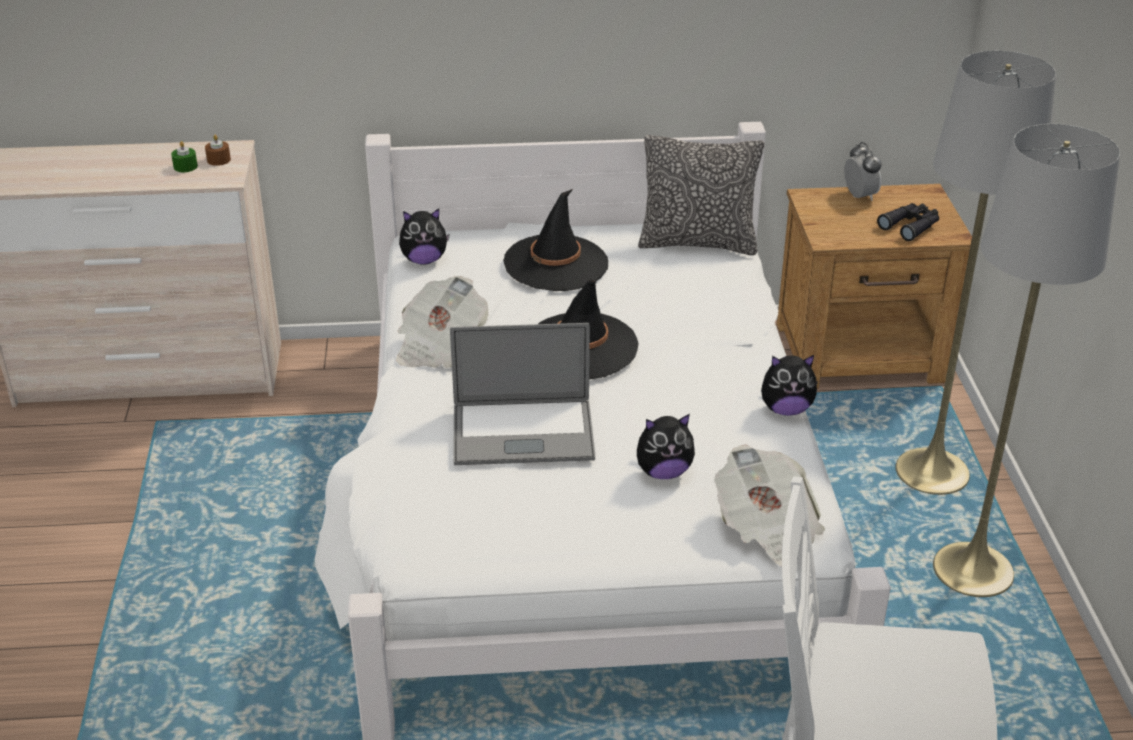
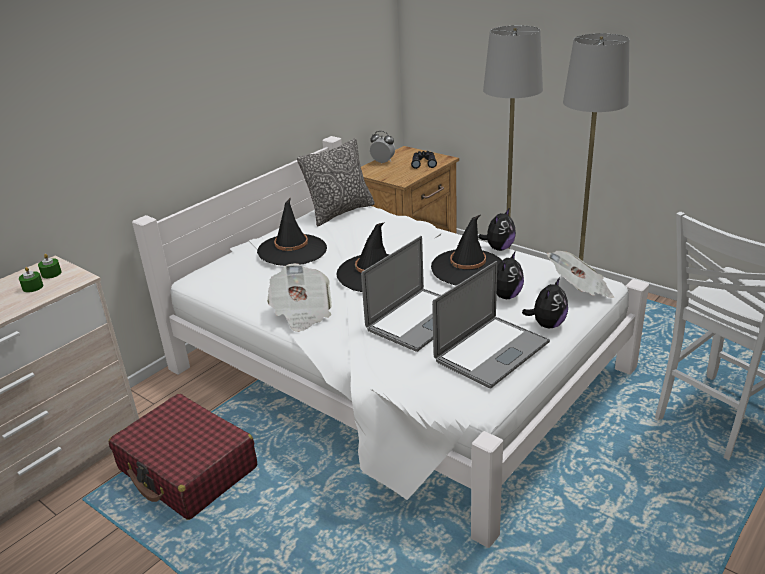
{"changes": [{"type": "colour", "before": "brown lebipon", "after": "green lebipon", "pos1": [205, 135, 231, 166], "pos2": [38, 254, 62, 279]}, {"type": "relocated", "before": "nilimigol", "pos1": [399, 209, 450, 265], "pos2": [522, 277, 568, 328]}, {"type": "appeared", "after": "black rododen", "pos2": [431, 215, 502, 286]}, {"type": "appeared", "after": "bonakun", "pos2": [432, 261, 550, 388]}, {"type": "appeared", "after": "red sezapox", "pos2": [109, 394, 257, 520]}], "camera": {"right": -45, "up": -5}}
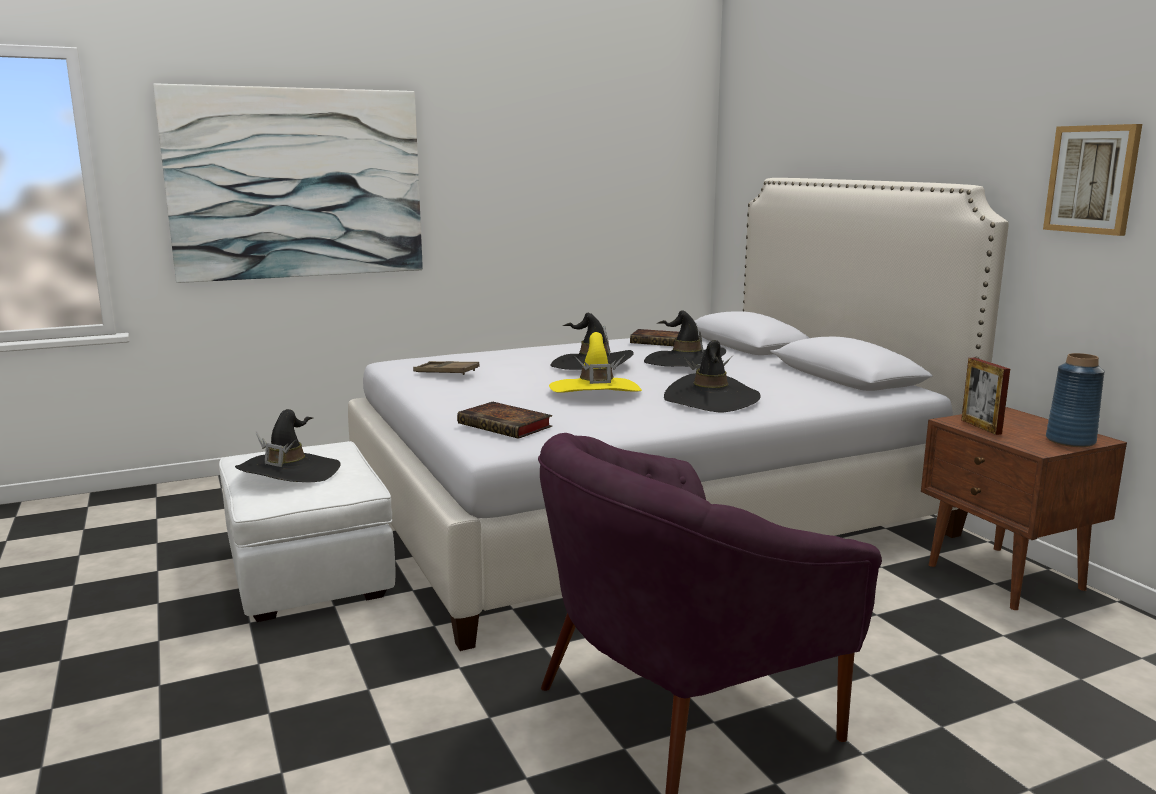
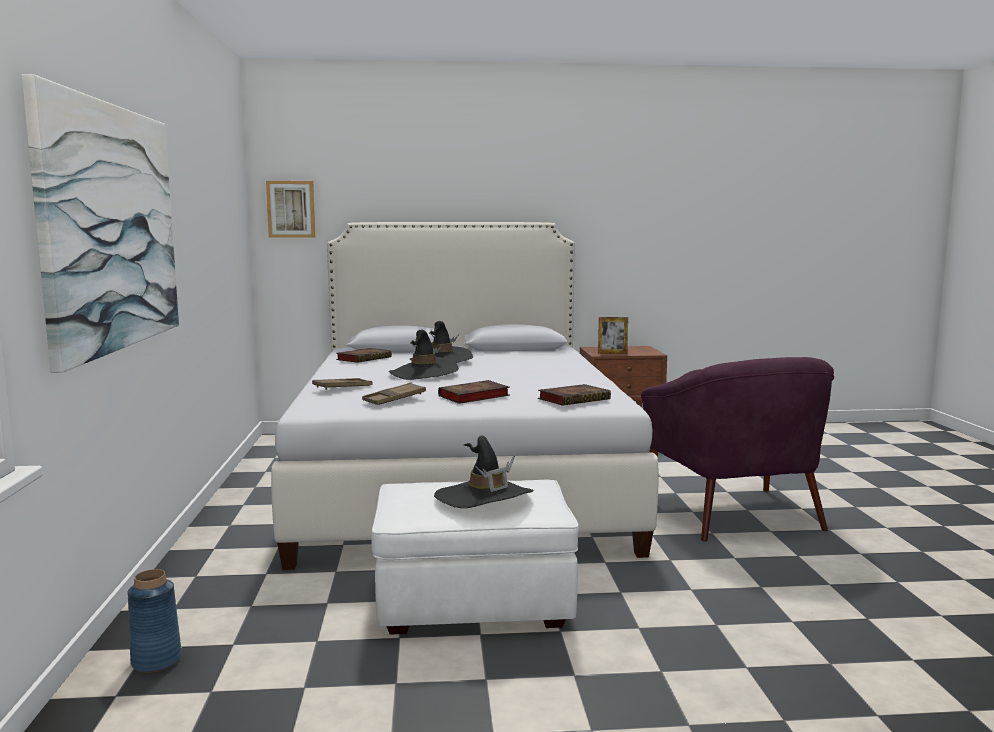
{"changes": [{"type": "relocated", "before": "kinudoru", "pos1": [1043, 124, 1142, 236], "pos2": [266, 181, 315, 238]}, {"type": "missing", "before": "yellow rododen", "pos1": [549, 332, 642, 393]}, {"type": "missing", "before": "black rododen", "pos1": [664, 340, 761, 413]}, {"type": "relocated", "before": "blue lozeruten", "pos1": [1046, 353, 1105, 447], "pos2": [127, 569, 182, 673]}, {"type": "appeared", "after": "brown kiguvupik", "pos2": [312, 378, 373, 390]}, {"type": "appeared", "after": "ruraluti", "pos2": [438, 380, 510, 404]}], "camera": {"right": -70, "up": -5}}
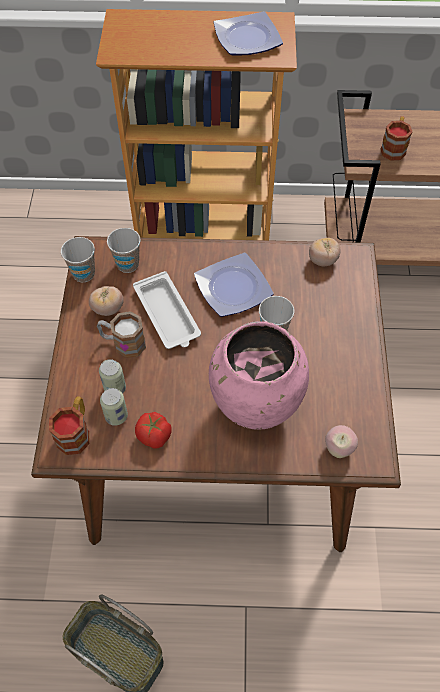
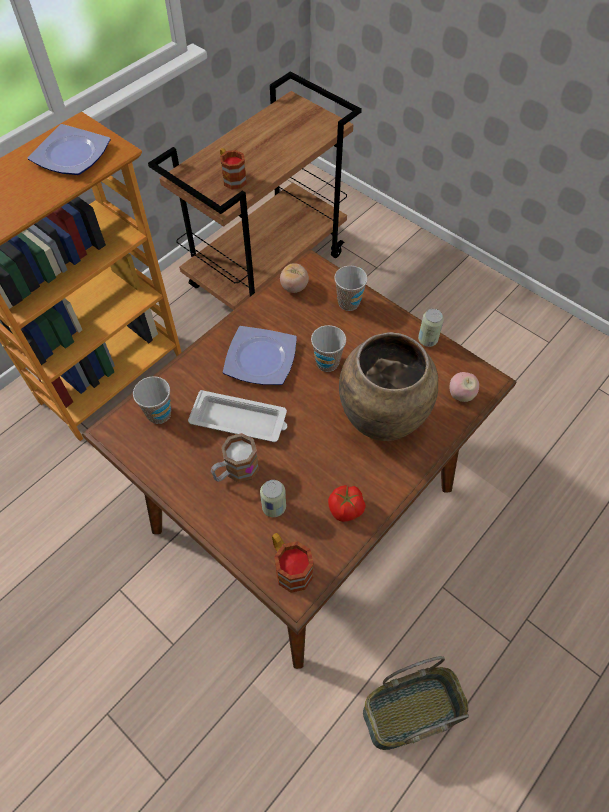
{"changes": [{"type": "relocated", "before": "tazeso", "pos1": [61, 237, 95, 282], "pos2": [334, 266, 368, 311]}, {"type": "missing", "before": "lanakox", "pos1": [89, 286, 124, 316]}, {"type": "colour", "before": "pink lozeruten", "after": "brown lozeruten", "pos1": [209, 321, 309, 430], "pos2": [339, 332, 438, 441]}, {"type": "relocated", "before": "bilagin", "pos1": [100, 388, 128, 426], "pos2": [418, 309, 444, 347]}], "camera": {"right": -50, "up": 0}}
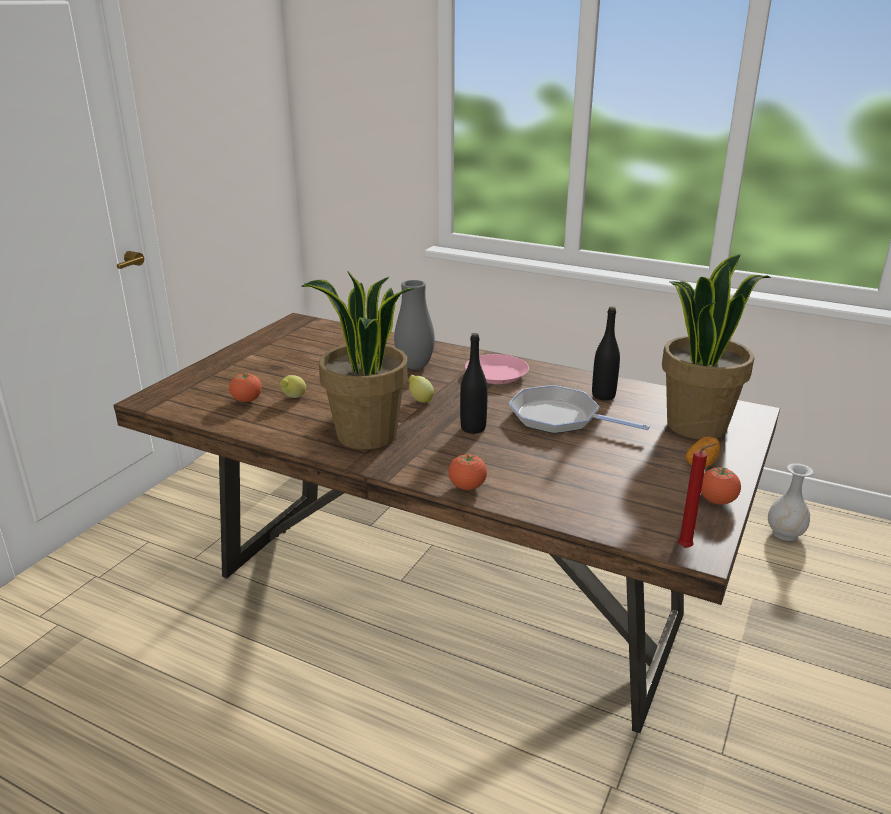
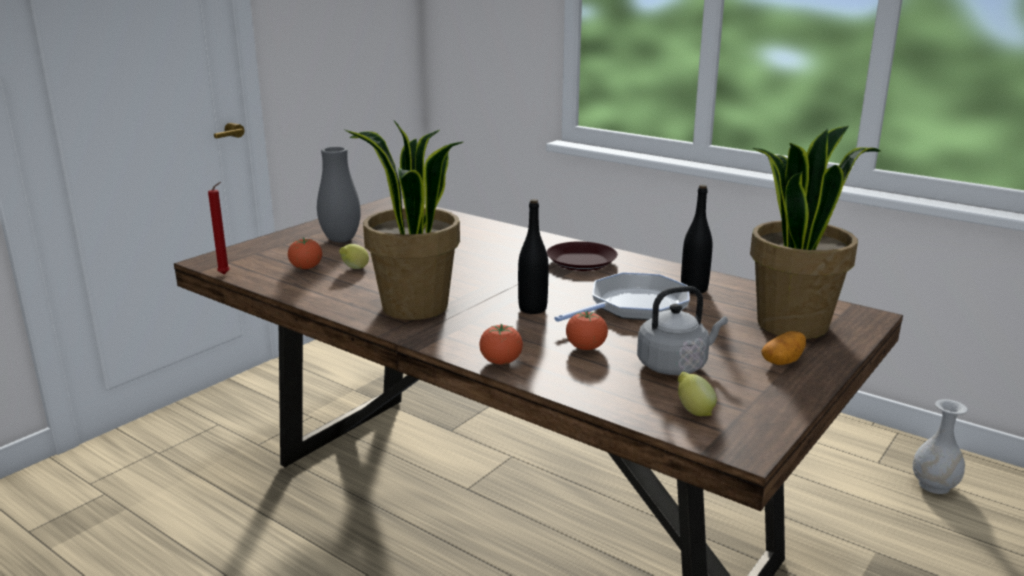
{"changes": [{"type": "relocated", "before": "grey lozeruten", "pos1": [394, 280, 435, 370], "pos2": [317, 147, 361, 242]}, {"type": "colour", "before": "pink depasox", "after": "brown depasox", "pos1": [465, 354, 529, 384], "pos2": [547, 241, 618, 271]}, {"type": "relocated", "before": "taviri", "pos1": [409, 375, 434, 403], "pos2": [678, 372, 717, 416]}, {"type": "spun", "before": "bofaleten", "pos1": [509, 385, 650, 434], "pos2": [554, 272, 690, 322], "turn": 105}, {"type": "relocated", "before": "red lebipon", "pos1": [678, 444, 716, 548], "pos2": [208, 182, 230, 274]}, {"type": "relocated", "before": "lanakox", "pos1": [701, 467, 741, 505], "pos2": [566, 311, 608, 350]}, {"type": "appeared", "after": "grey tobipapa", "pos2": [637, 286, 728, 375]}], "camera": {"right": 10, "up": -5}}
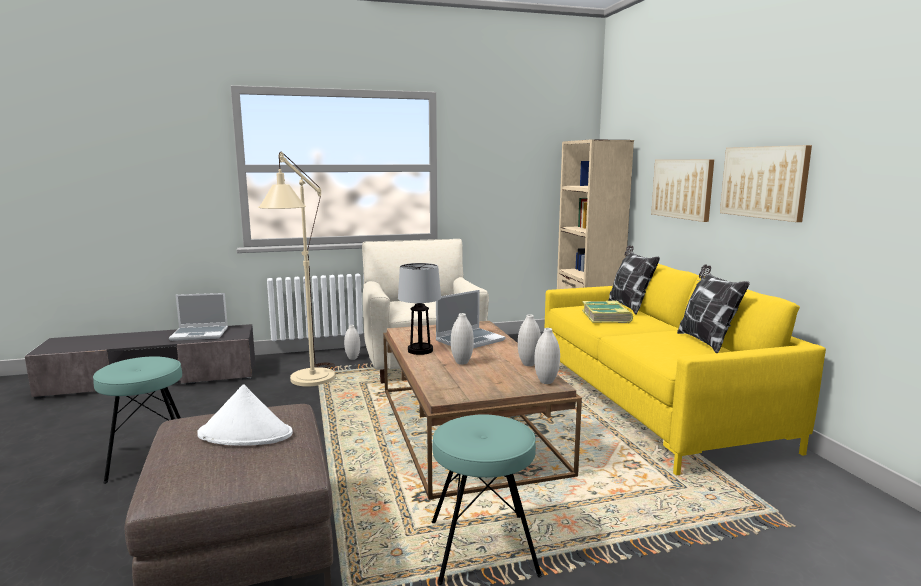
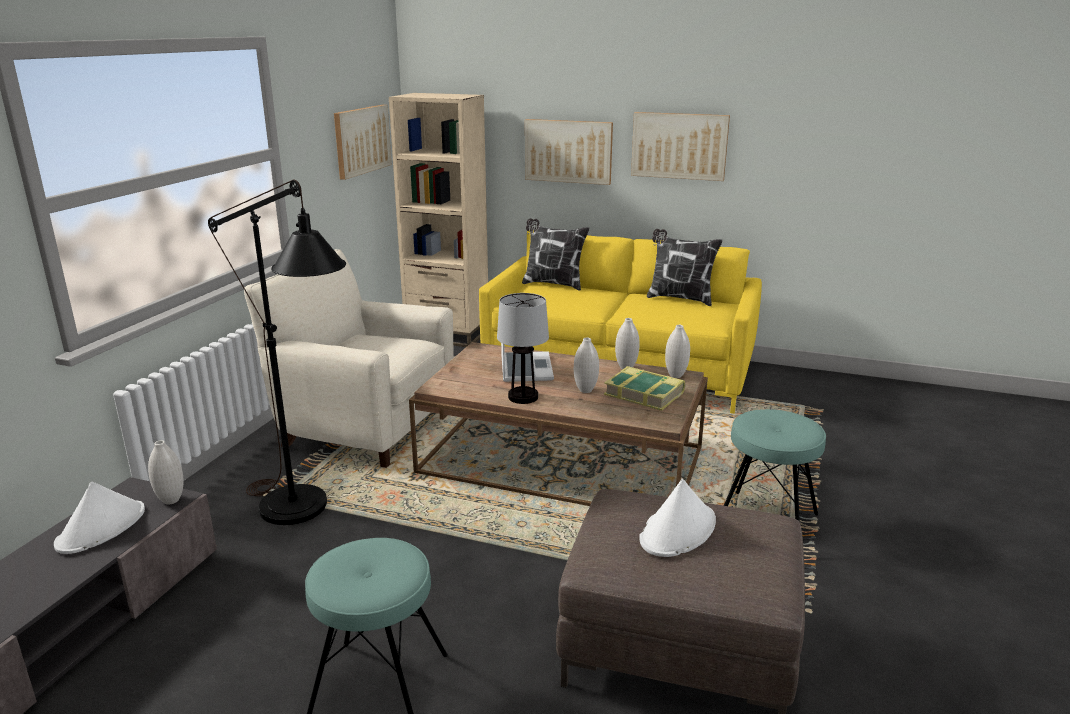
{"changes": [{"type": "colour", "before": "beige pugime", "after": "black pugime", "pos1": [258, 152, 335, 387], "pos2": [208, 180, 346, 525]}, {"type": "exchanged", "before": "bonakun", "after": "white rododen", "pos1": [169, 293, 228, 341], "pos2": [54, 482, 145, 554]}, {"type": "relocated", "before": "ruraluti", "pos1": [582, 301, 633, 323], "pos2": [604, 366, 685, 411]}, {"type": "relocated", "before": "white lozeruten", "pos1": [344, 325, 360, 360], "pos2": [148, 440, 184, 505]}, {"type": "appeared", "after": "kinudoru", "pos2": [334, 105, 392, 180]}], "camera": {"right": -55, "up": 10}}
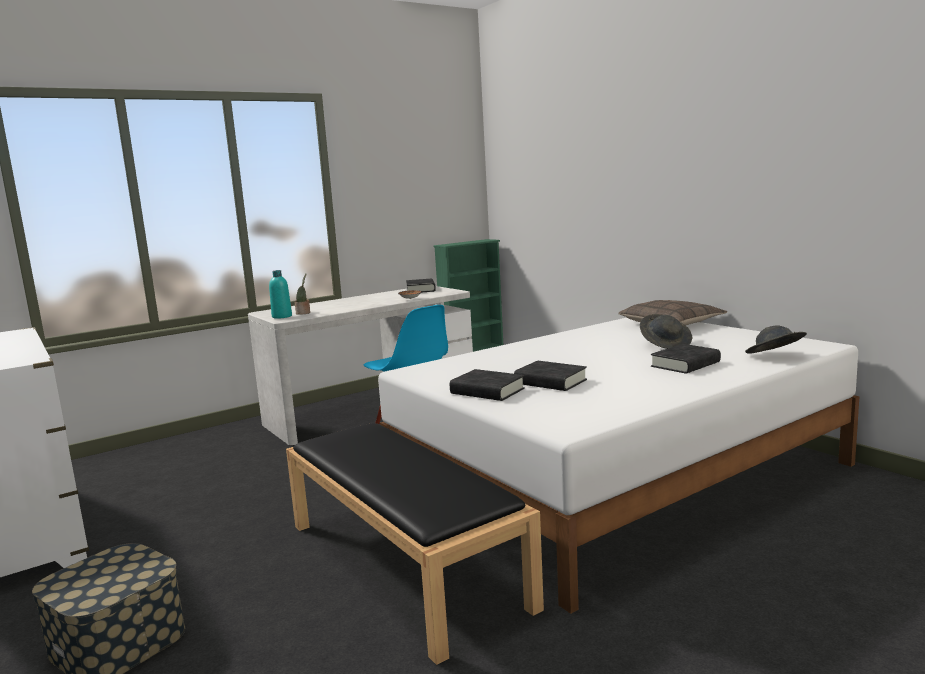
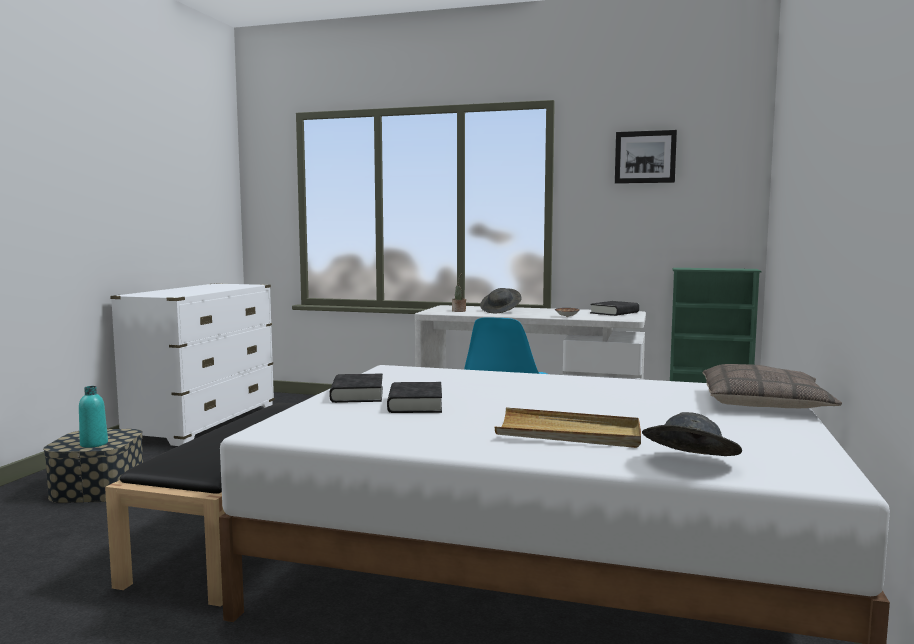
{"changes": [{"type": "relocated", "before": "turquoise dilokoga", "pos1": [269, 270, 292, 319], "pos2": [79, 386, 108, 448]}, {"type": "relocated", "before": "grey rododen", "pos1": [640, 314, 692, 349], "pos2": [480, 288, 522, 313]}, {"type": "exchanged", "before": "black ruraluti", "after": "beige kiguvupik", "pos1": [651, 344, 721, 374], "pos2": [495, 407, 641, 448]}, {"type": "appeared", "after": "kinudoru", "pos2": [615, 130, 677, 184]}], "camera": {"right": 50, "up": -5}}
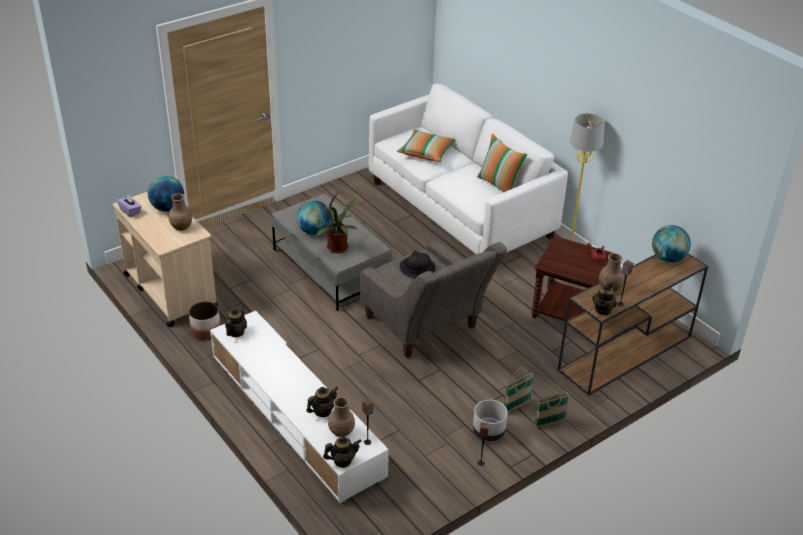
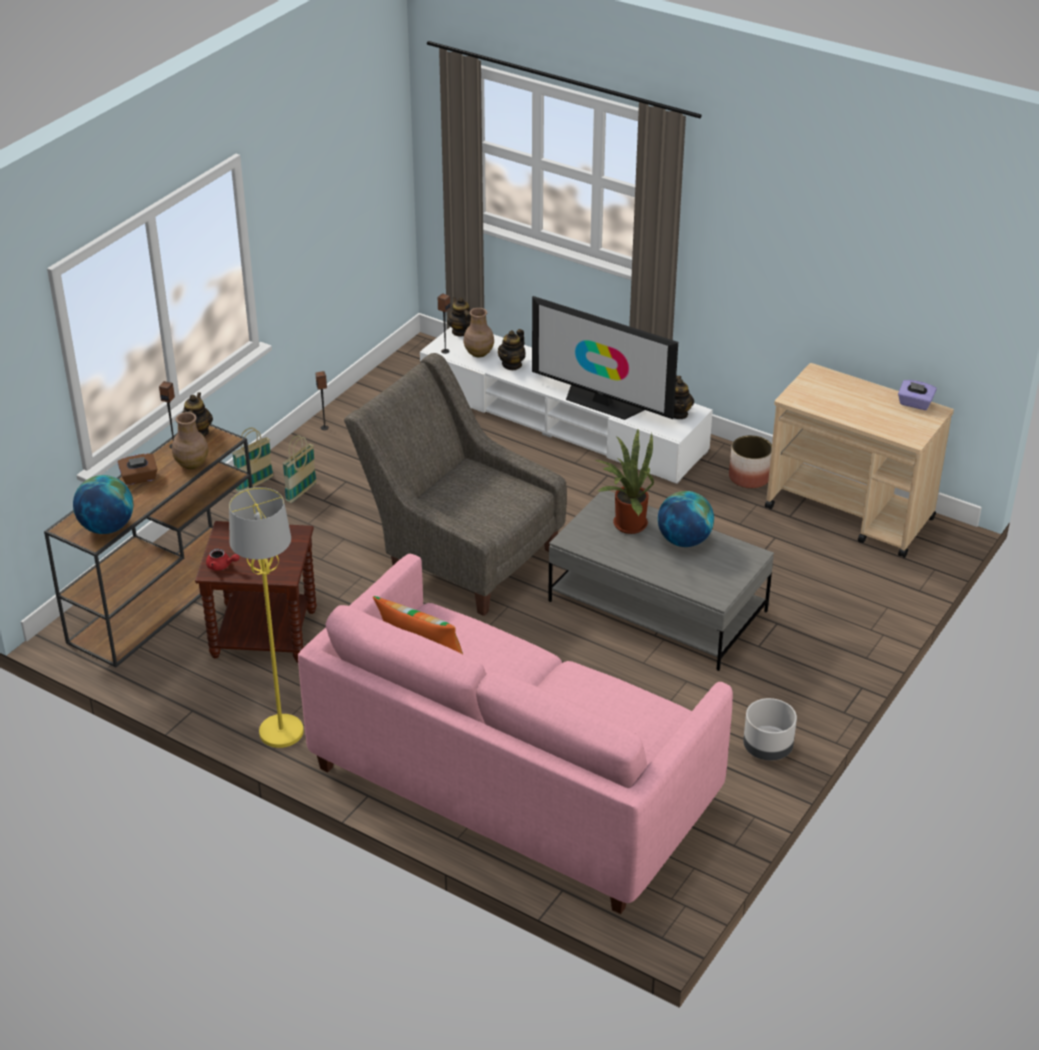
{"changes": [{"type": "colour", "before": "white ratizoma", "after": "pink ratizoma", "pos1": [369, 84, 568, 254], "pos2": [298, 554, 733, 914]}, {"type": "missing", "before": "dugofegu", "pos1": [397, 129, 456, 162]}, {"type": "missing", "before": "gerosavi", "pos1": [148, 176, 184, 212]}, {"type": "missing", "before": "brown lozeruten", "pos1": [169, 193, 192, 231]}, {"type": "missing", "before": "black rododen", "pos1": [400, 251, 436, 278]}, {"type": "relocated", "before": "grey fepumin", "pos1": [473, 400, 508, 441], "pos2": [743, 698, 797, 760]}, {"type": "spun", "before": "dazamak", "pos1": [323, 436, 362, 468], "pos2": [447, 297, 471, 337], "turn": 105}, {"type": "appeared", "after": "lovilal", "pos2": [532, 296, 678, 420]}, {"type": "appeared", "after": "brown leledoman", "pos2": [117, 454, 158, 485]}], "camera": {"right": 160, "up": 0}}
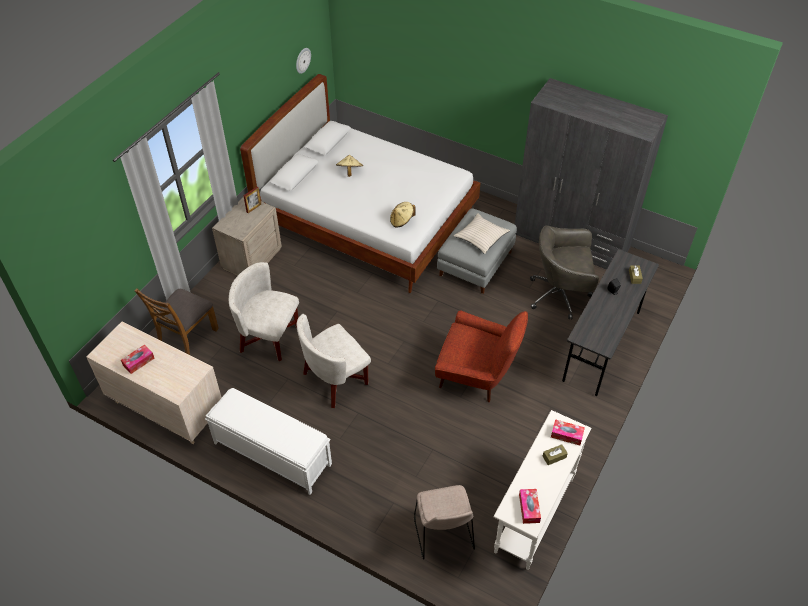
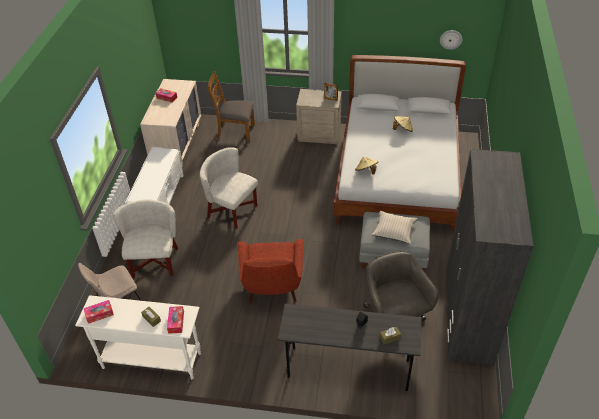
{"changes": [{"type": "relocated", "before": "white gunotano", "pos1": [229, 262, 299, 361], "pos2": [113, 199, 178, 278]}], "camera": {"right": 70, "up": -5}}
